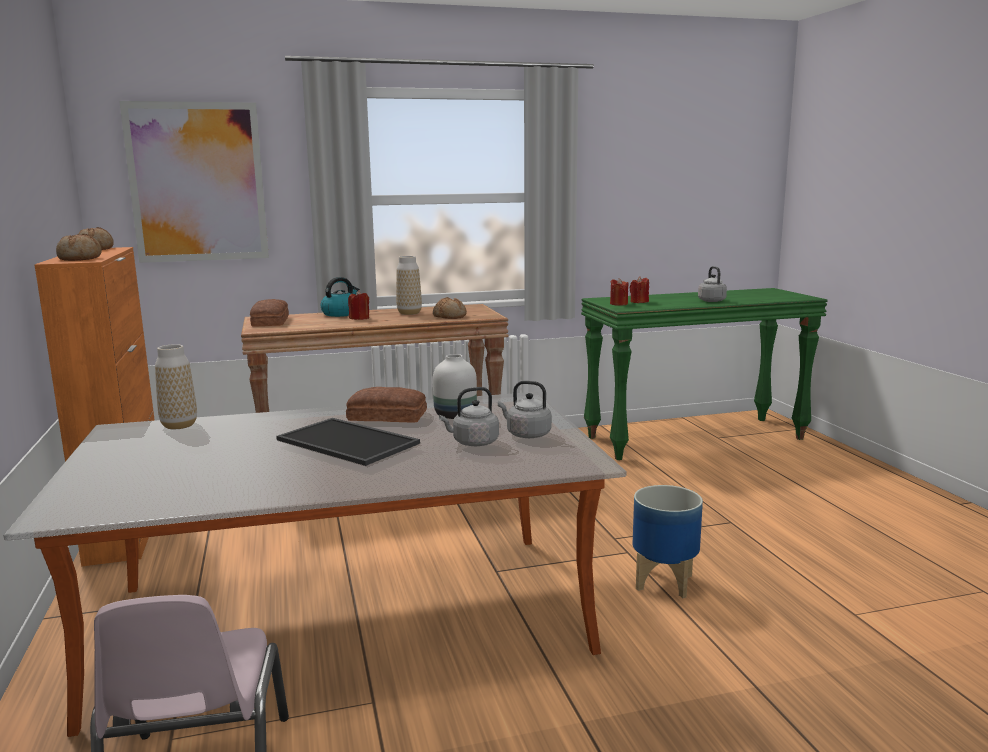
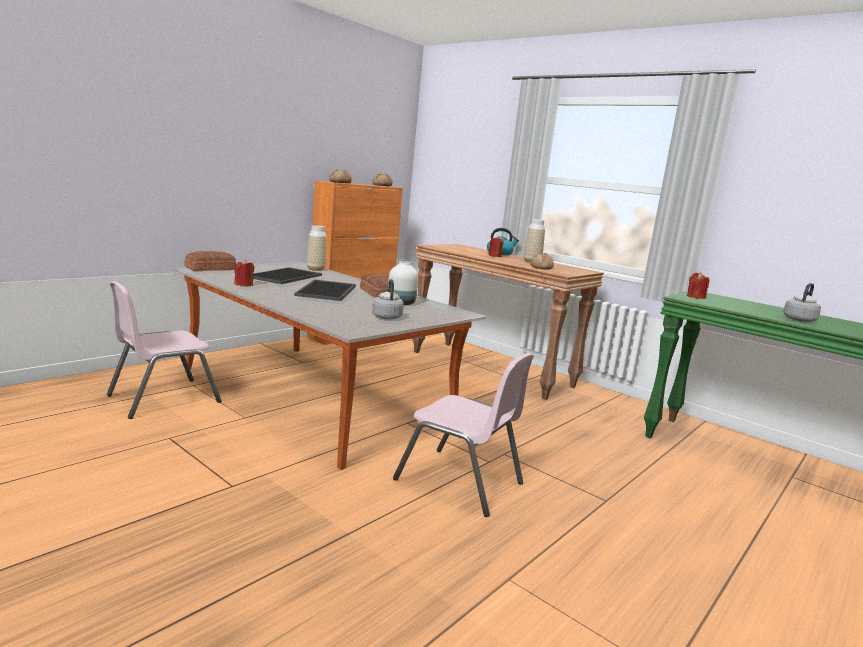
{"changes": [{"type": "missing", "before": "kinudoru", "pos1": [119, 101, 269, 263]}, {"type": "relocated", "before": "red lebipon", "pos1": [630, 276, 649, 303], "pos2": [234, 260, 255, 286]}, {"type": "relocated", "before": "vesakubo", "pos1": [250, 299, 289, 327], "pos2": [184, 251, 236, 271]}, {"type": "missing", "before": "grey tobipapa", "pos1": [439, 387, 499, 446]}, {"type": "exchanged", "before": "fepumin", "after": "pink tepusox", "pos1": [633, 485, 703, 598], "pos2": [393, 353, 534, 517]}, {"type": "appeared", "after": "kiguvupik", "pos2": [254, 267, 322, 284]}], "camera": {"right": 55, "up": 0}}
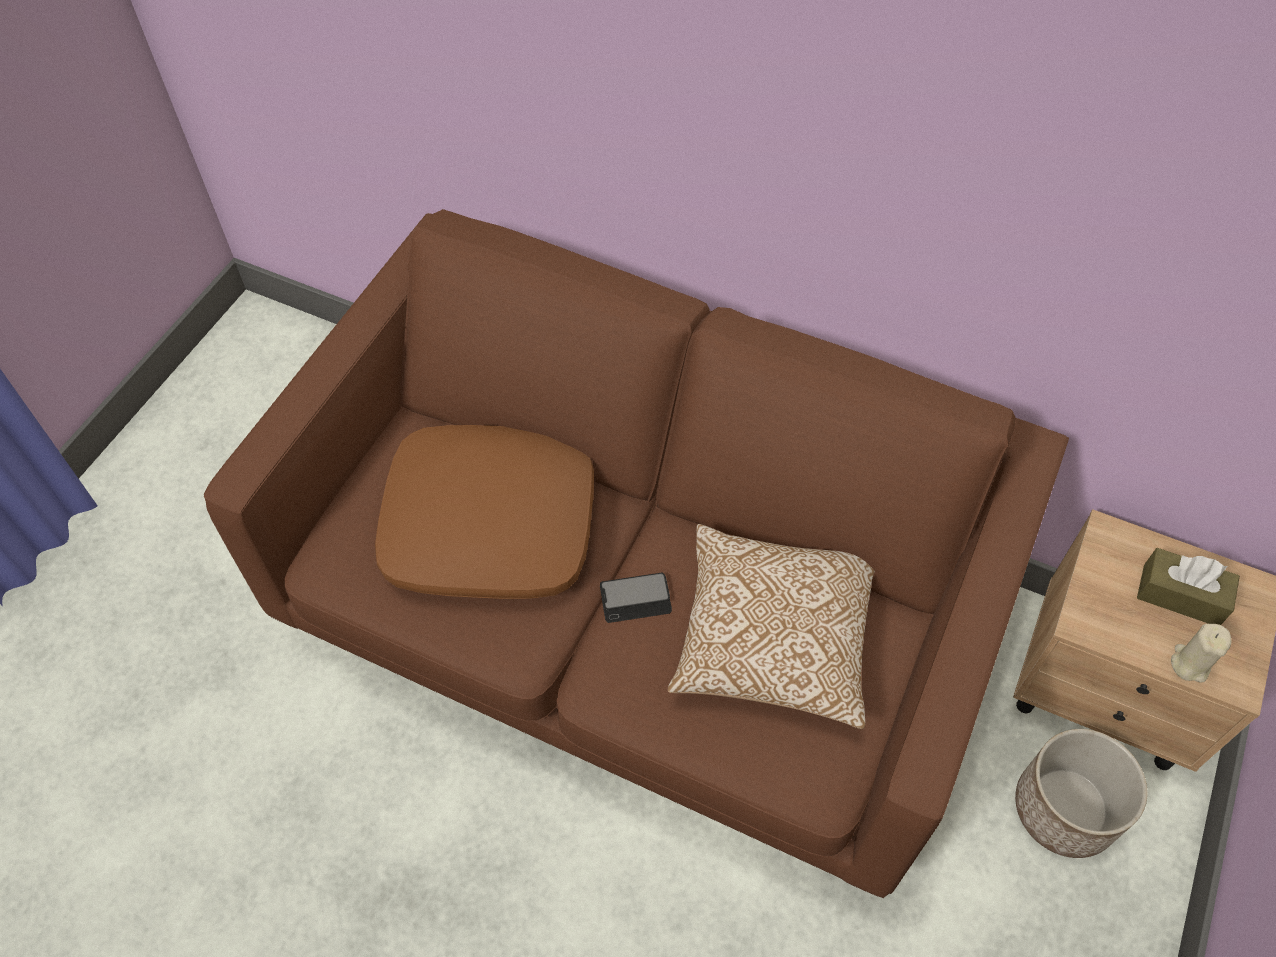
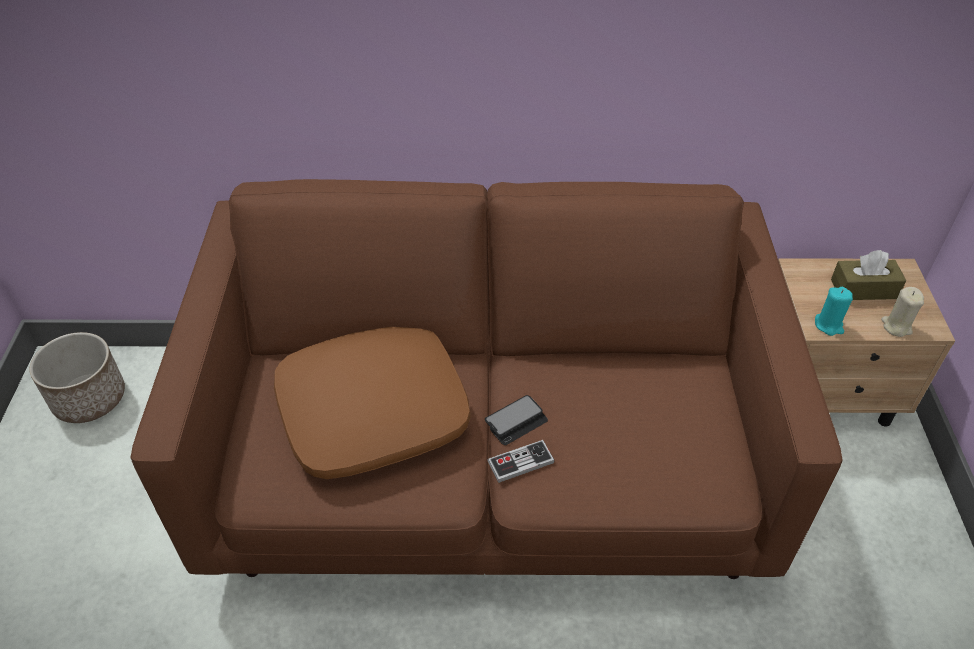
{"changes": [{"type": "missing", "before": "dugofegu", "pos1": [668, 524, 875, 729]}, {"type": "relocated", "before": "fepumin", "pos1": [1015, 729, 1148, 858], "pos2": [29, 332, 125, 423]}, {"type": "appeared", "after": "turquoise lebipon", "pos2": [815, 287, 853, 336]}, {"type": "appeared", "after": "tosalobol", "pos2": [487, 440, 555, 483]}], "camera": {"right": -25, "up": -10}}
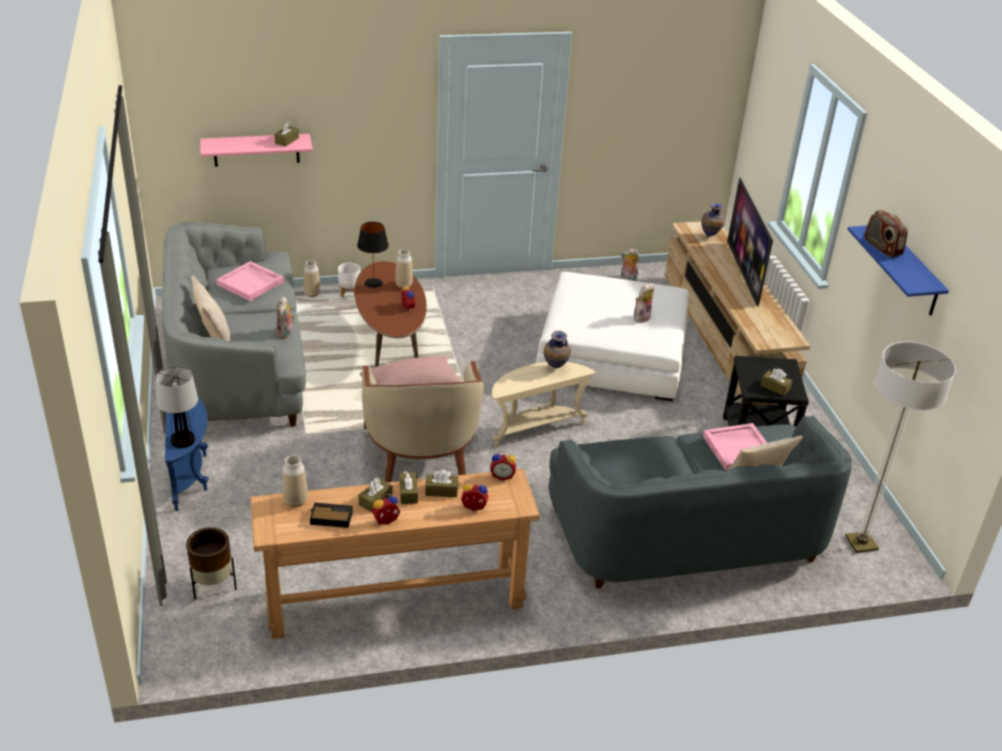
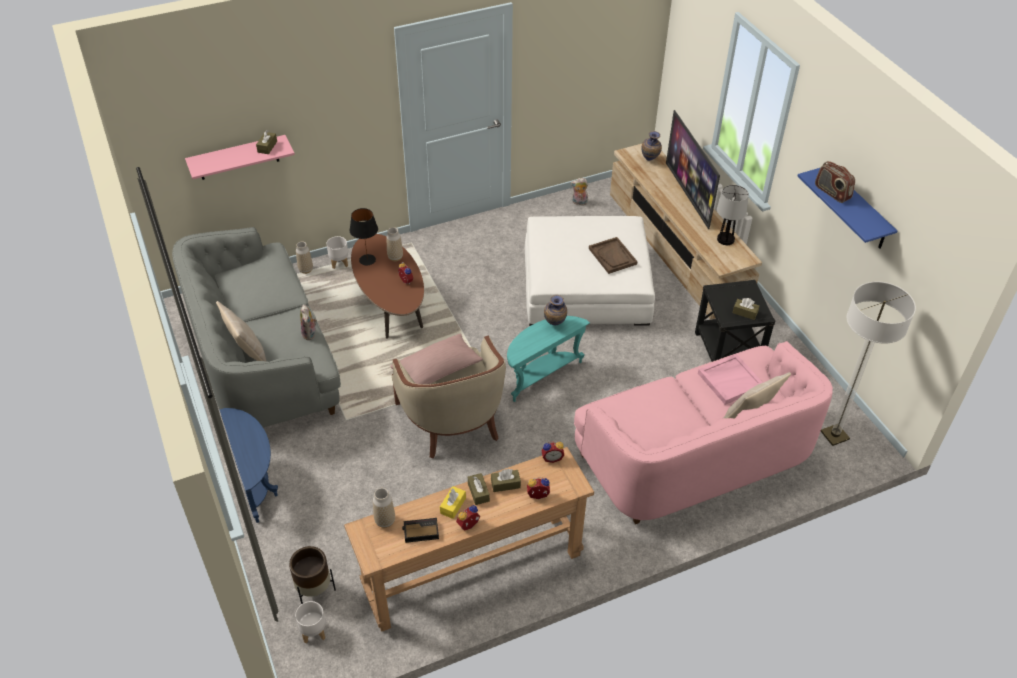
{"changes": [{"type": "missing", "before": "pink kiguvupik", "pos1": [216, 261, 284, 301]}, {"type": "exchanged", "before": "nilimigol", "after": "brown kiguvupik", "pos1": [634, 283, 654, 323], "pos2": [589, 237, 638, 274]}, {"type": "colour", "before": "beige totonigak", "after": "turquoise totonigak", "pos1": [492, 362, 596, 448], "pos2": [507, 316, 590, 402]}, {"type": "relocated", "before": "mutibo", "pos1": [155, 366, 198, 448], "pos2": [717, 185, 749, 245]}, {"type": "colour", "before": "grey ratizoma", "after": "pink ratizoma", "pos1": [549, 416, 852, 589], "pos2": [574, 341, 833, 524]}, {"type": "colour", "before": "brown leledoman", "after": "yellow leledoman", "pos1": [359, 478, 393, 512], "pos2": [440, 486, 466, 519]}, {"type": "appeared", "after": "white fepumin", "pos2": [295, 601, 326, 643]}], "camera": {"right": -10, "up": 10}}
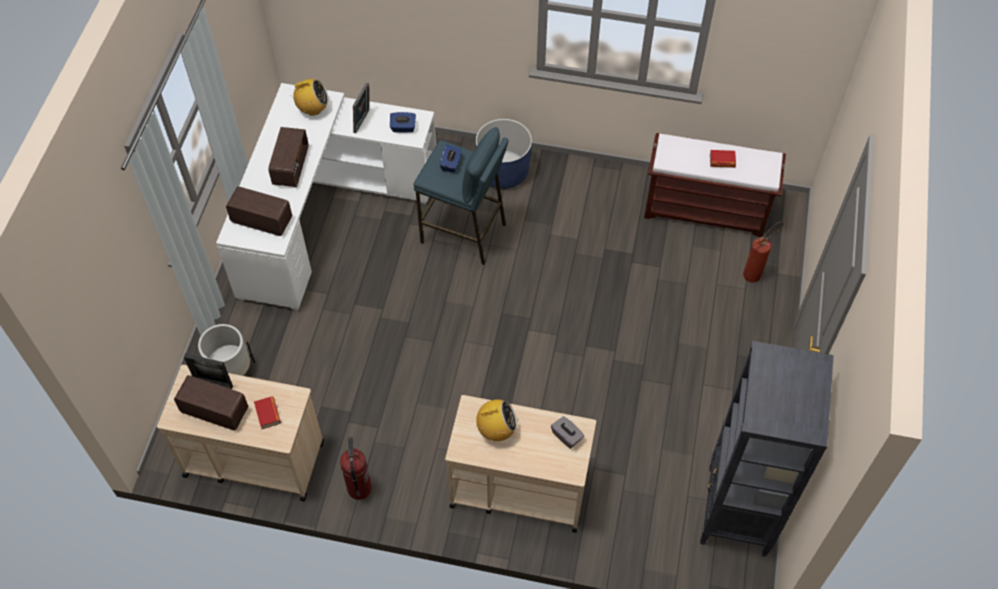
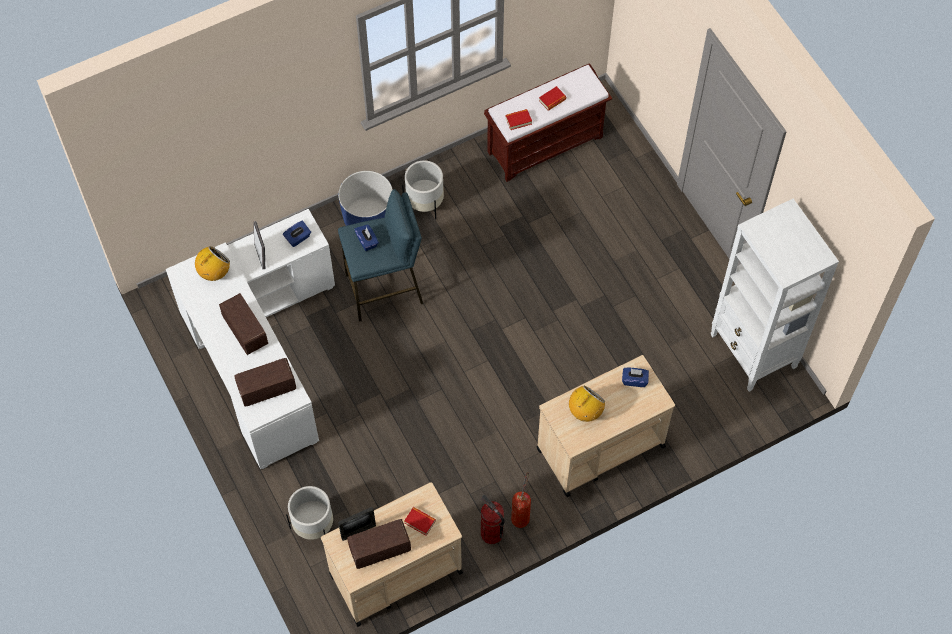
{"changes": [{"type": "relocated", "before": "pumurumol", "pos1": [743, 222, 783, 283], "pos2": [511, 472, 531, 528]}, {"type": "colour", "before": "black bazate", "after": "white bazate", "pos1": [700, 341, 834, 557], "pos2": [711, 199, 839, 392]}, {"type": "colour", "before": "grey leledoman", "after": "blue leledoman", "pos1": [551, 416, 584, 449], "pos2": [622, 368, 649, 387]}, {"type": "appeared", "after": "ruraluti", "pos2": [506, 109, 532, 130]}, {"type": "appeared", "after": "white fepumin", "pos2": [402, 160, 444, 220]}], "camera": {"right": -40, "up": 5}}
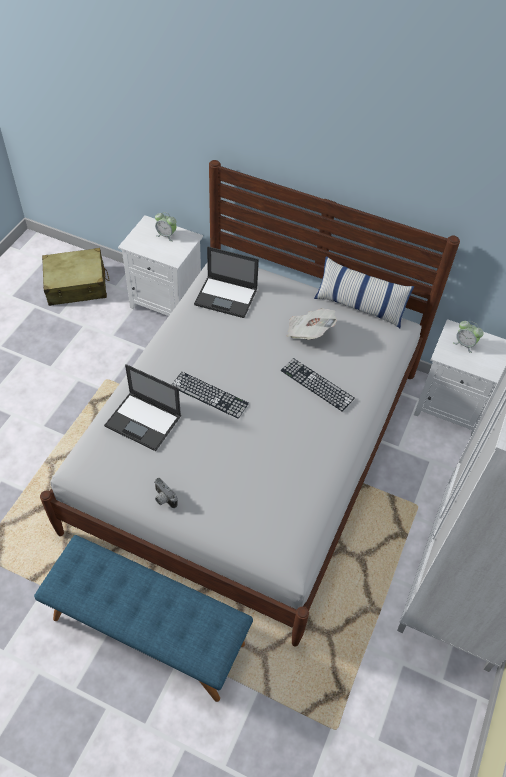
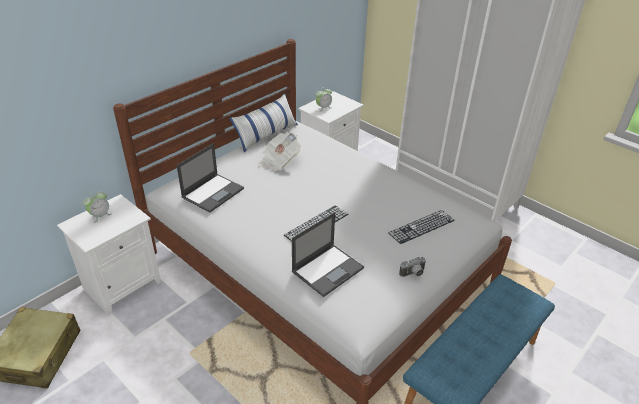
{"changes": [{"type": "relocated", "before": "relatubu", "pos1": [281, 358, 355, 412], "pos2": [388, 210, 455, 244]}], "camera": {"right": -70, "up": -15}}
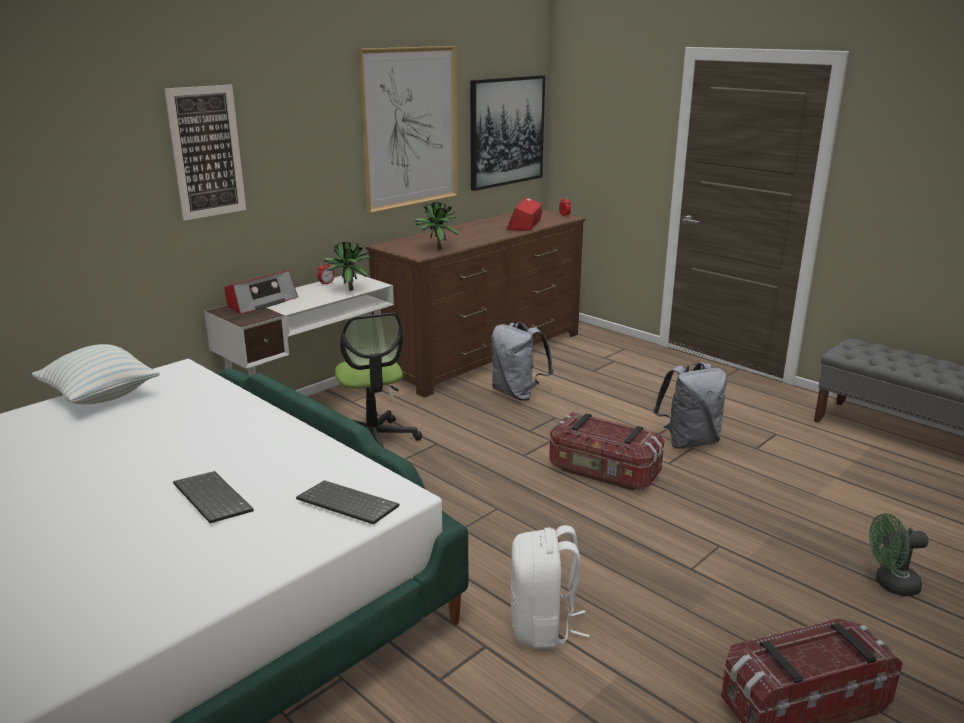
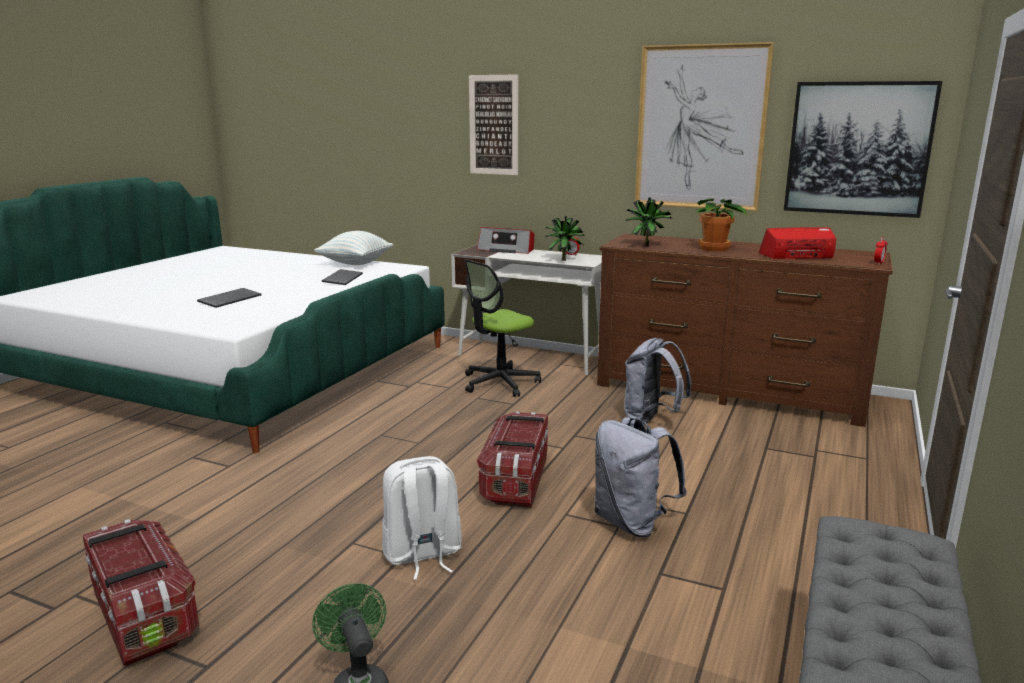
{"changes": [{"type": "relocated", "before": "relatubu", "pos1": [296, 480, 399, 525], "pos2": [322, 269, 363, 285]}, {"type": "relocated", "before": "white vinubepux", "pos1": [511, 525, 589, 649], "pos2": [382, 456, 462, 580]}, {"type": "appeared", "after": "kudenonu", "pos2": [695, 198, 747, 251]}], "camera": {"right": 70, "up": -5}}
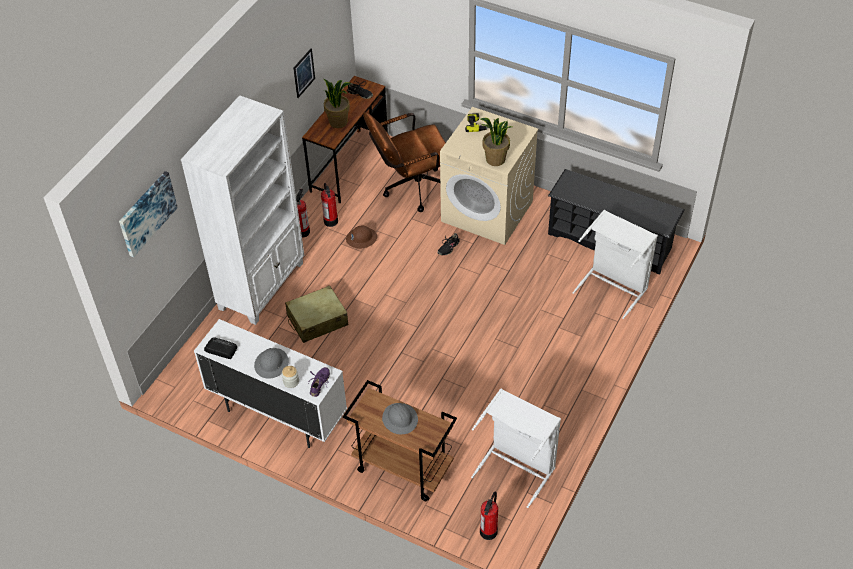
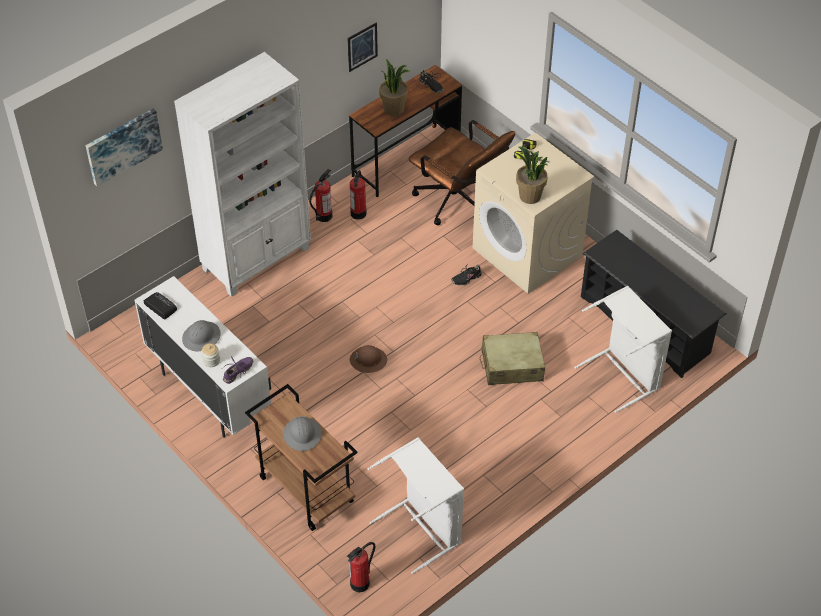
{"changes": [{"type": "spun", "before": "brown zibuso", "pos1": [363, 112, 446, 212], "pos2": [409, 120, 515, 225], "turn": -135}, {"type": "relocated", "before": "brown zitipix", "pos1": [346, 225, 377, 249], "pos2": [350, 345, 387, 373]}, {"type": "relocated", "before": "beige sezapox", "pos1": [285, 285, 349, 343], "pos2": [480, 332, 545, 385]}], "camera": {"right": 20, "up": 0}}
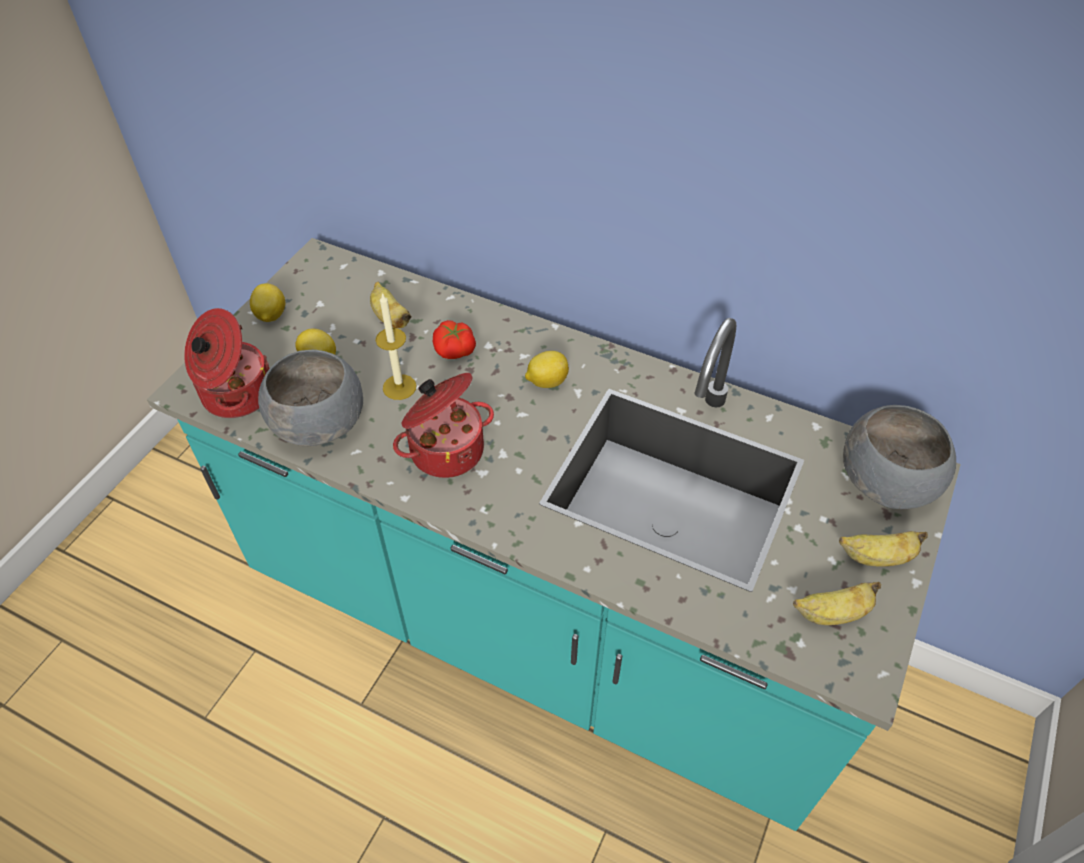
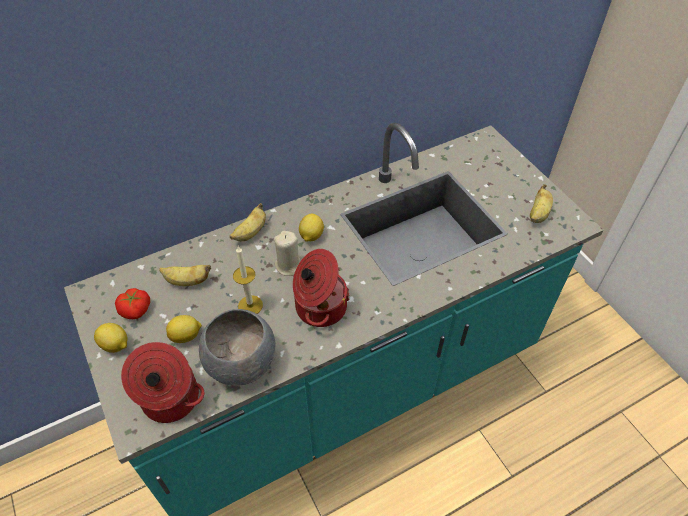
{"changes": [{"type": "relocated", "before": "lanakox", "pos1": [433, 320, 476, 359], "pos2": [115, 288, 150, 319]}, {"type": "missing", "before": "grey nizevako", "pos1": [843, 405, 956, 509]}, {"type": "relocated", "before": "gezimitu", "pos1": [839, 531, 928, 567], "pos2": [229, 203, 266, 241]}, {"type": "appeared", "after": "beige lebipon", "pos2": [274, 231, 300, 276]}], "camera": {"right": -55, "up": 0}}
